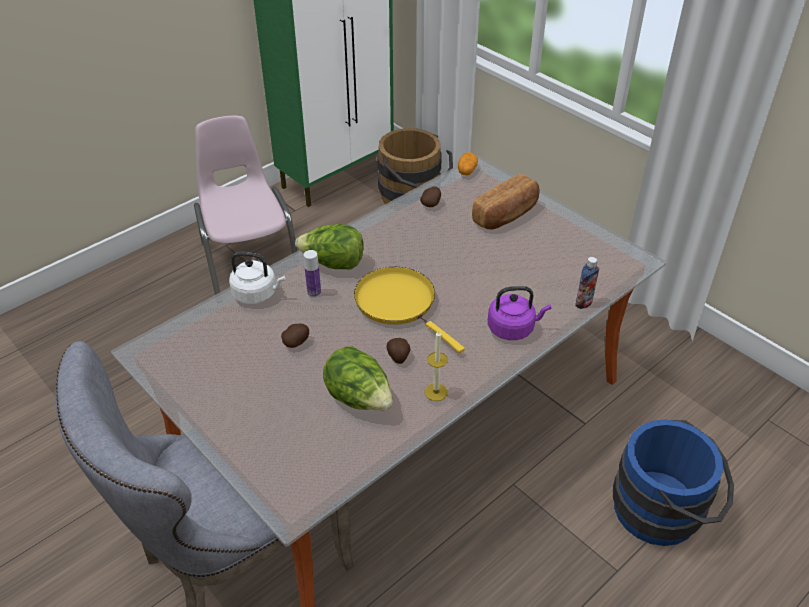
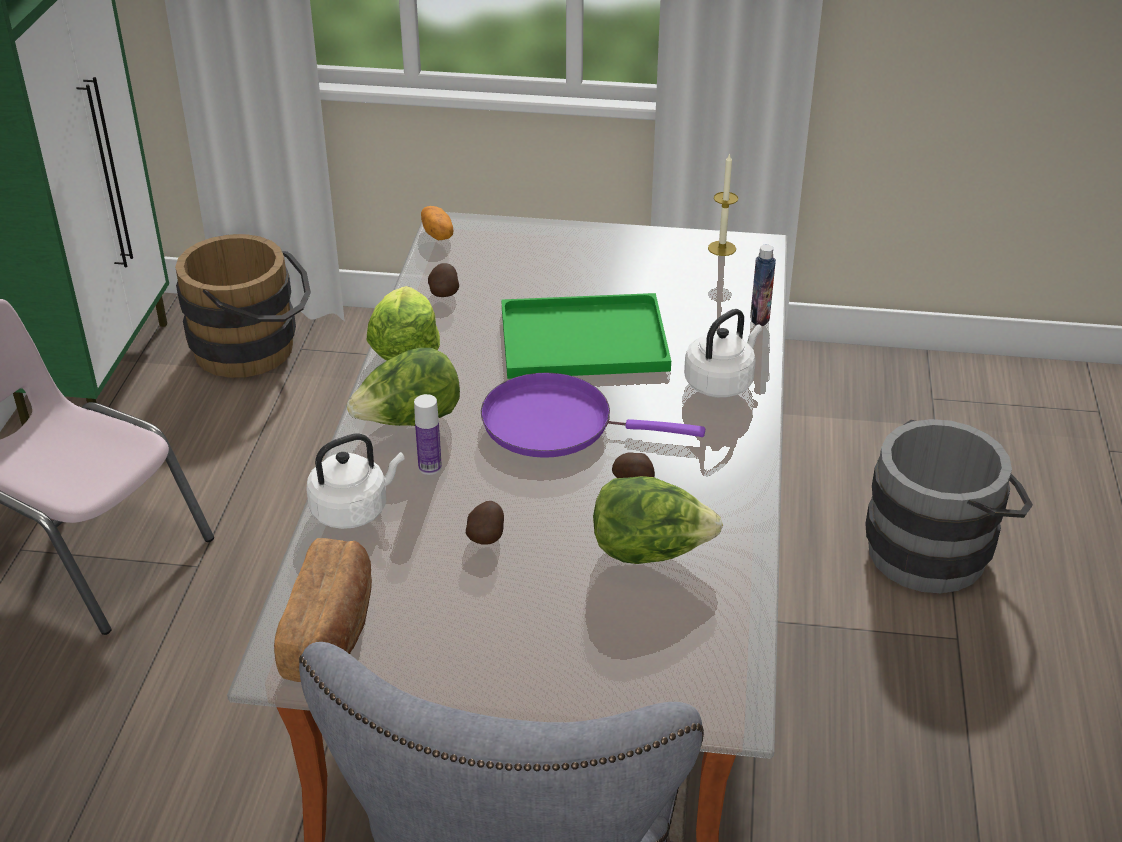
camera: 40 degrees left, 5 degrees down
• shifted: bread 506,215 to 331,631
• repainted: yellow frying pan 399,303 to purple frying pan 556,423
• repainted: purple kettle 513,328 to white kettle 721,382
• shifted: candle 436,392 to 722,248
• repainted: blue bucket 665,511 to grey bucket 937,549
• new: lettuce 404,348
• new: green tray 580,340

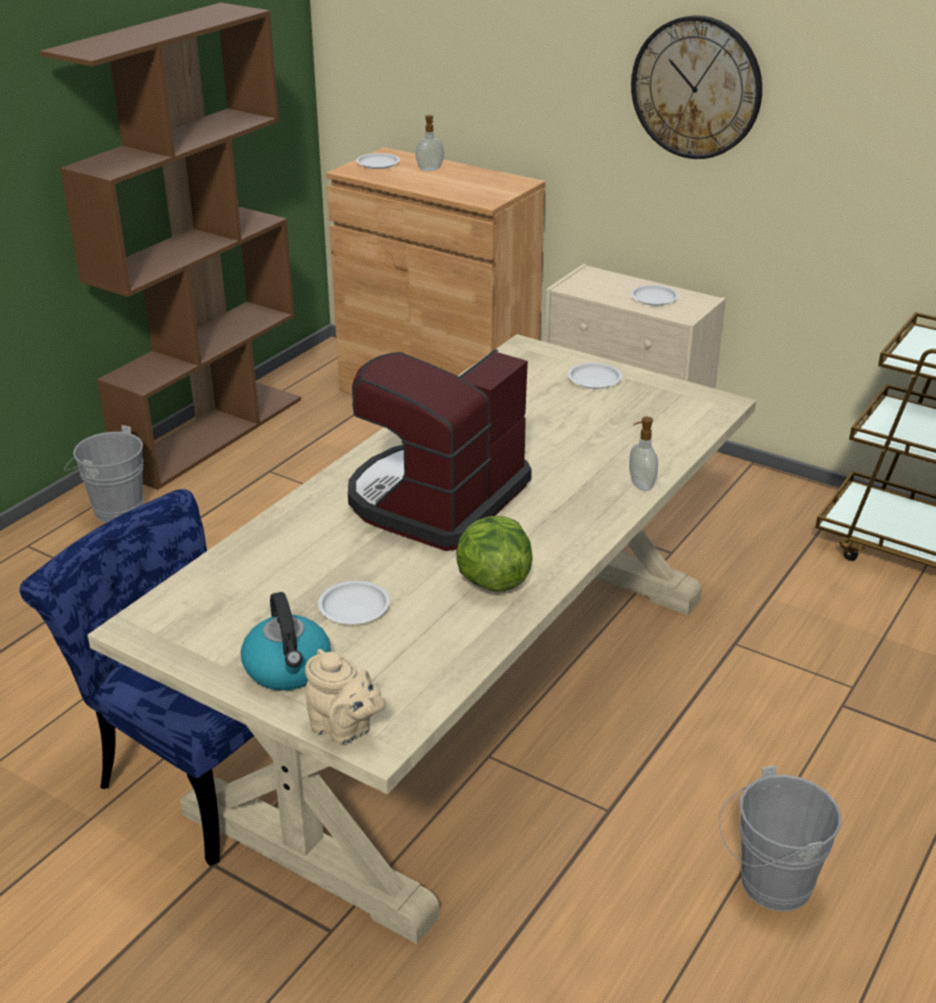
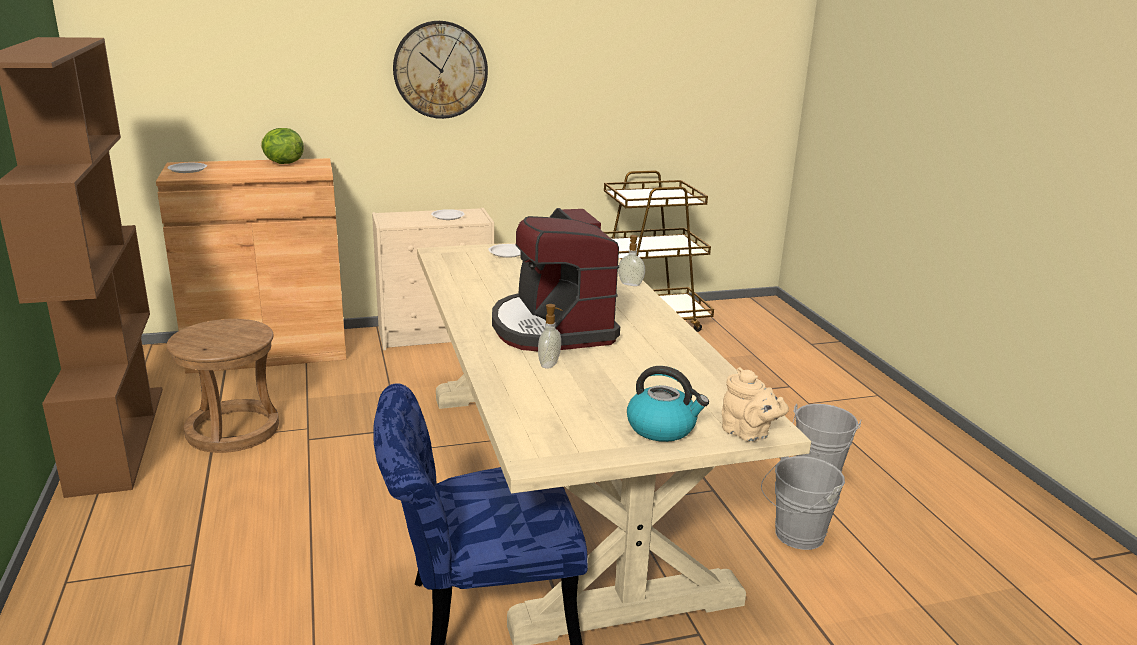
camera: 50 degrees left, 10 degrees down
• shifted: soap dispenser 430,169 to 550,364
• shifted: grey bucket 113,509 to 795,536
• shifted: lettuce 492,580 to 282,163
• gone: white plate 354,607
• rotated: beige teapot 344,729 = 748,434 60 degrees clockwise
• new: brown stool 232,430

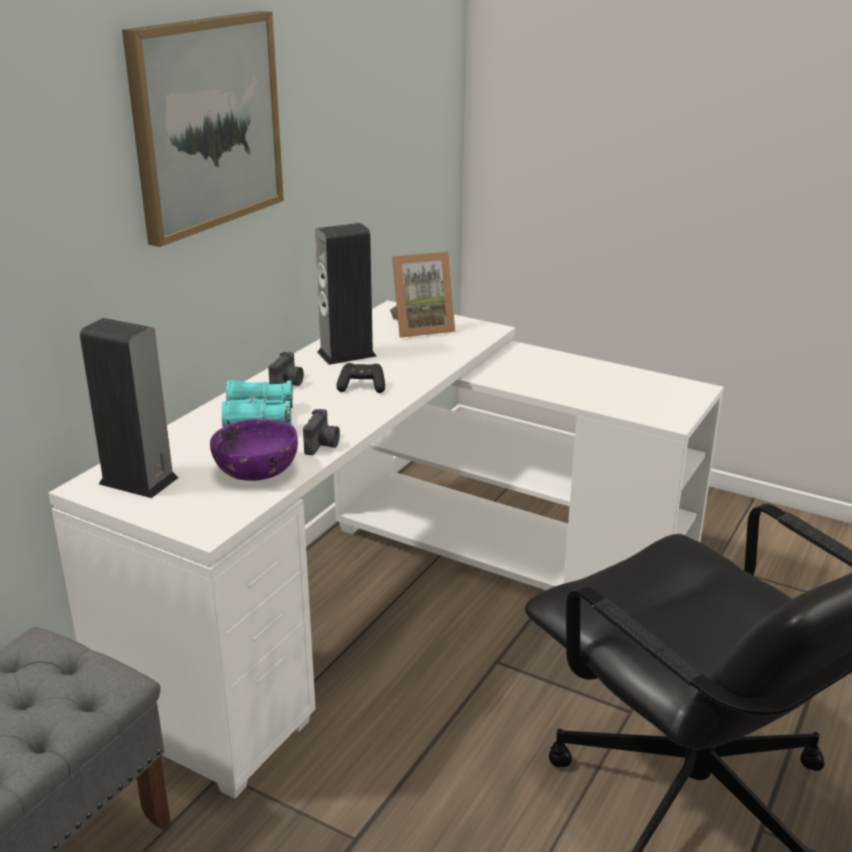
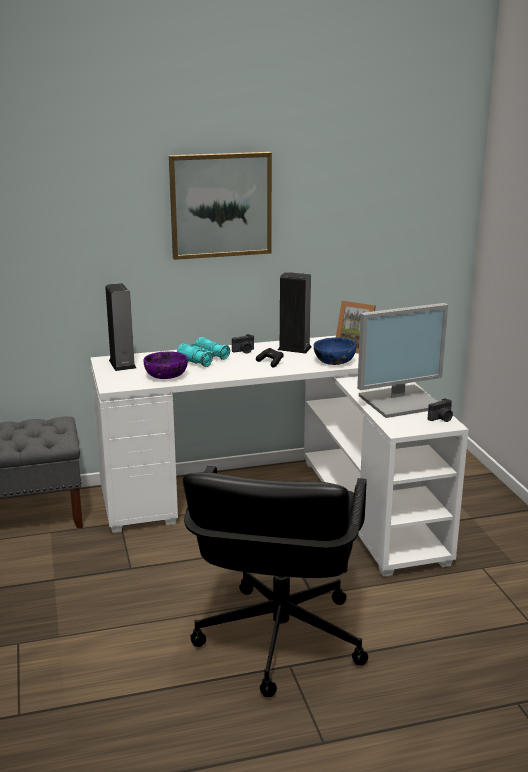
camera: 45 degrees right, 5 degrees down
• shifted: photo camera 323,445 to 441,419
• new: monitor 401,401
• new: blue bowl 333,361

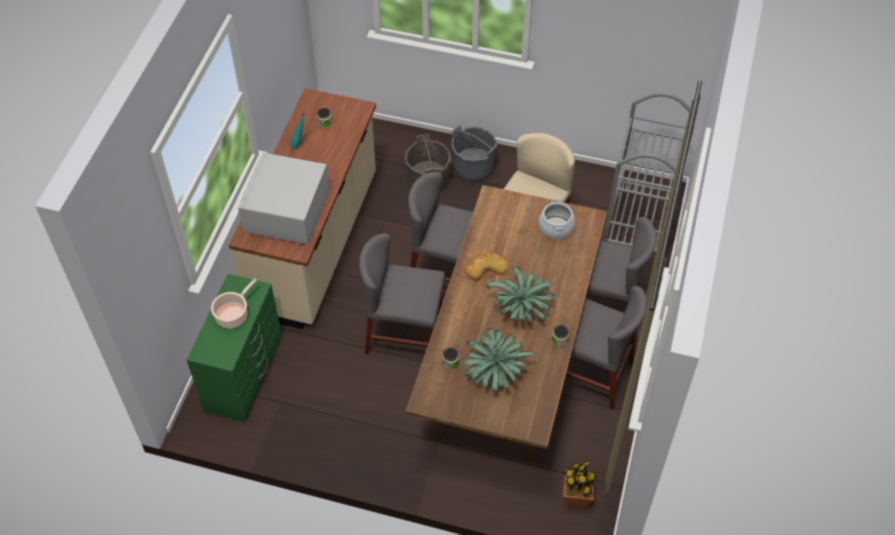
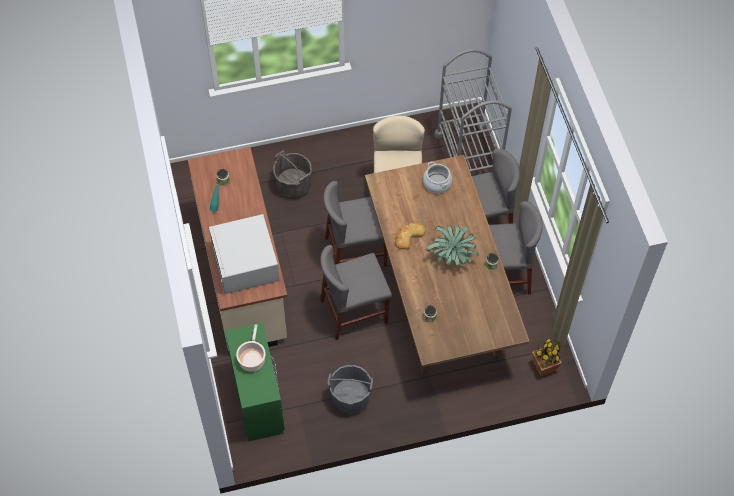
camera: 30 degrees left, 5 degrees up
• shifted: grey bucket 473,168 to 350,398
• gone: potted plant 495,373

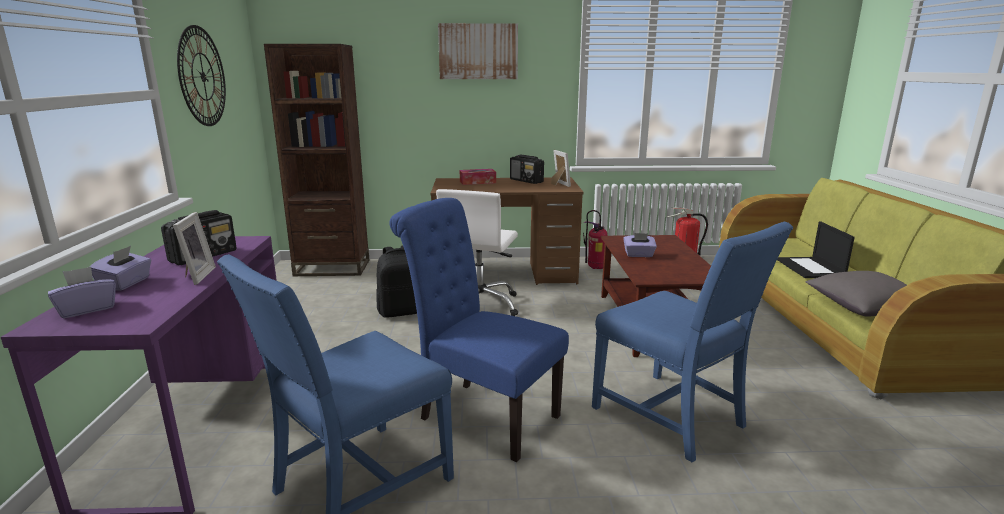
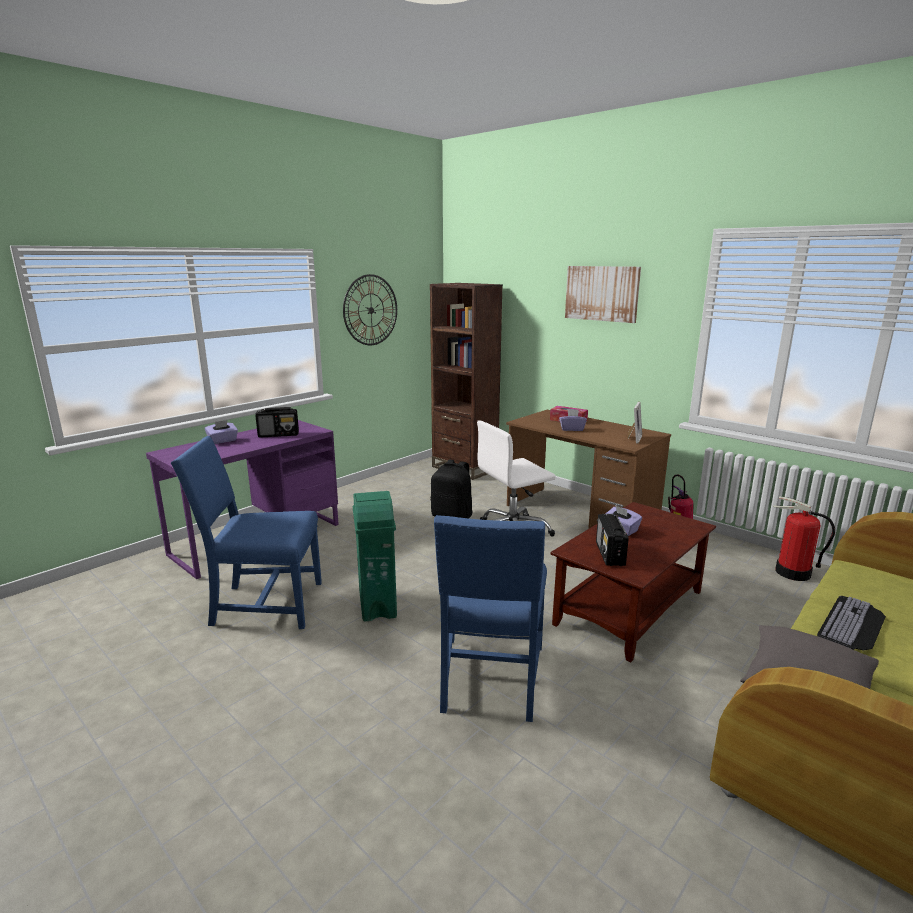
camera: 45 degrees right, 0 degrees up
• shifted: radio 526,181 to 610,554
• swapped: blue chair 482,415 to green trash can 378,605
• gone: picture frame 195,276
• swapped: laptop 810,268 to keyboard 853,625
• shifted: purple tissue box 87,309 to 572,429

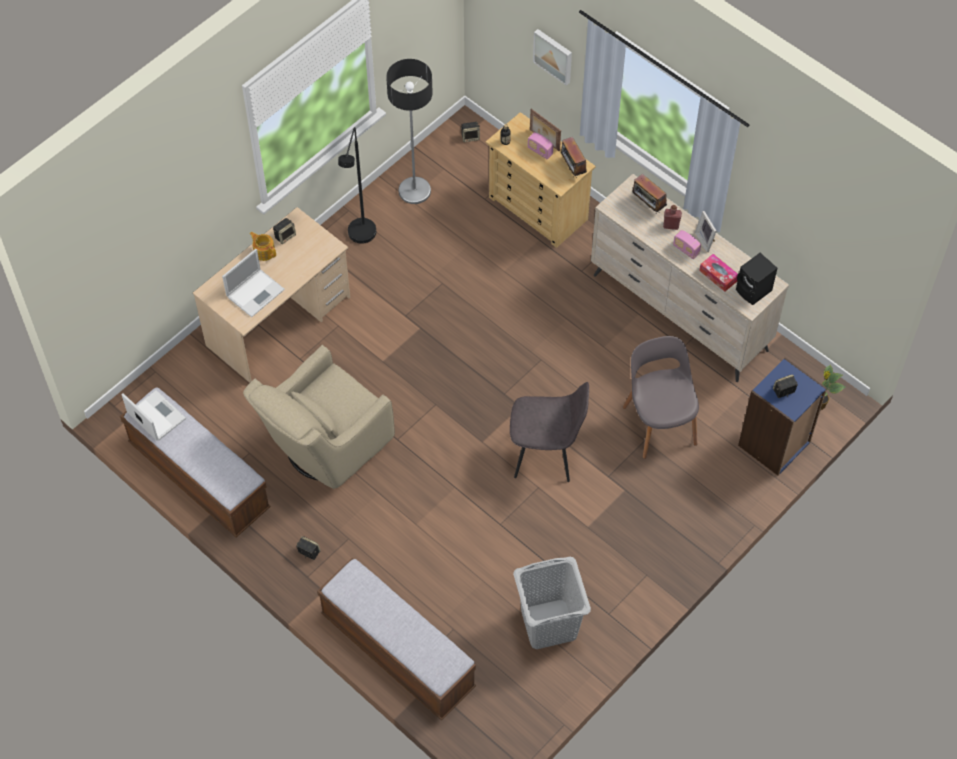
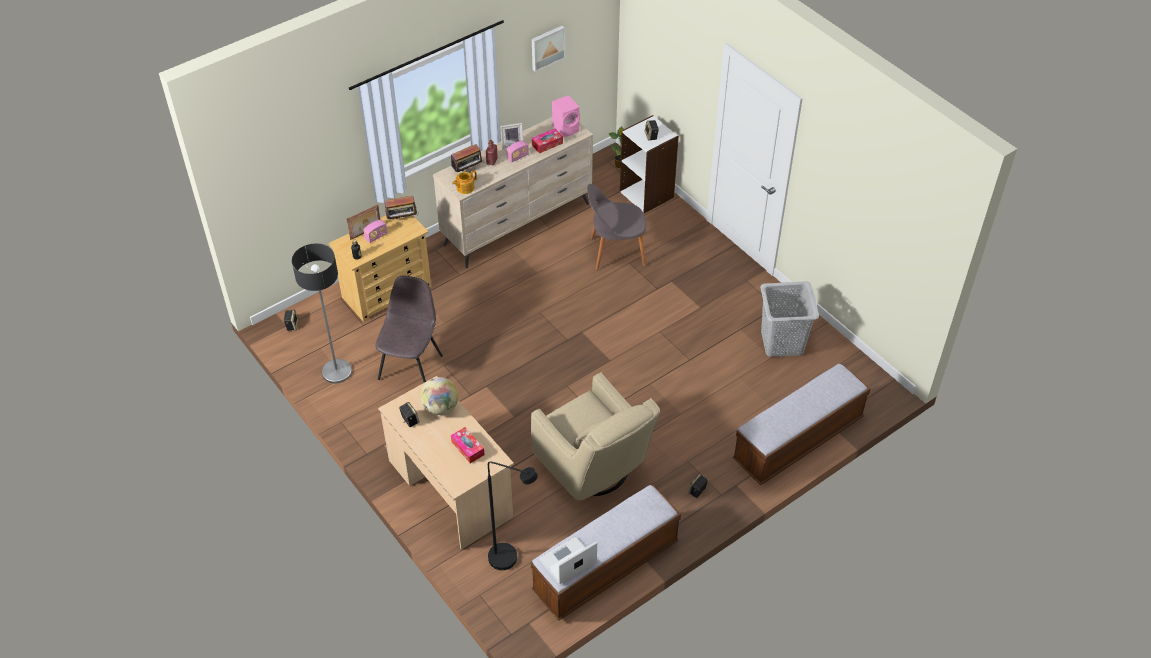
camera: 80 degrees left, 10 degrees down
• shifted: picture 554,55 to 547,47
• shifted: black floor lamp 360,238 to 510,560
• shifted: teapot 264,251 to 465,188
• swapped: laptop 256,292 to tissue box 467,448
• repainted: black speaker 754,291 to pink speaker 566,128
• repainted: blue bookcase 774,444 to white bookcase 647,194
• shifted: grey chair 546,453 to 411,366
• new: globe 440,407

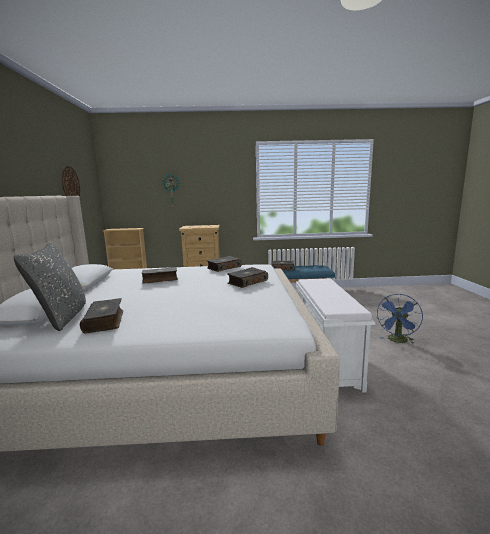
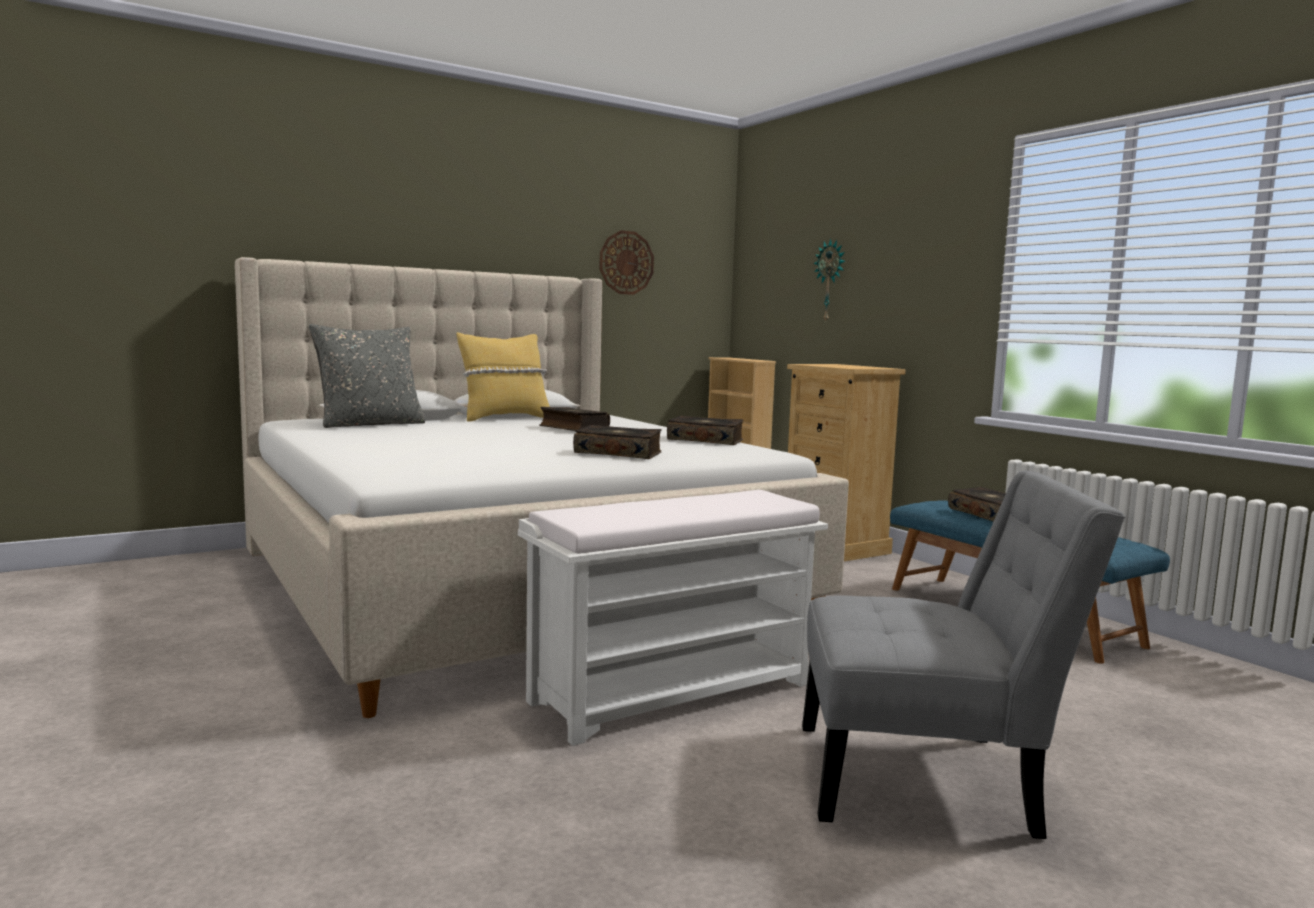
camera: 60 degrees right, 5 degrees down
• swapped: blue fan 397,341 to grey chair 927,779
• gone: book 105,321
• new: yellow pillow 504,418

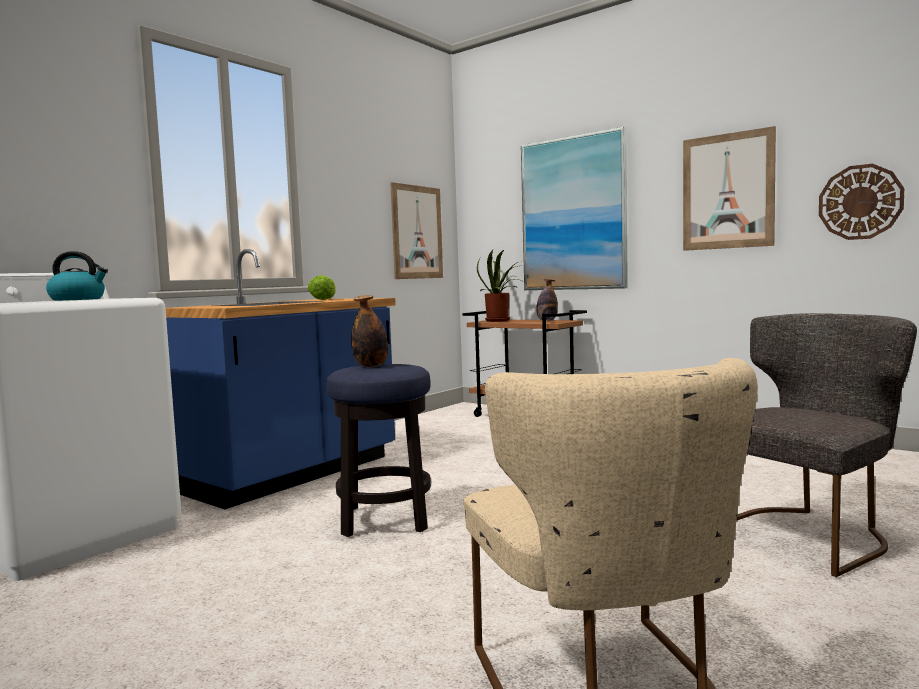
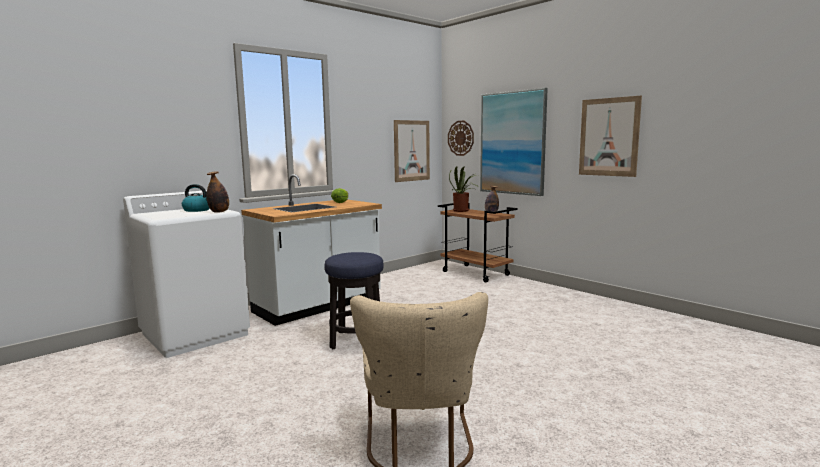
camera: 10 degrees right, 5 degrees up
• shifted: wall clock 860,202 to 461,138
• repainted: blue counter 293,474 to white counter 318,306
• shifted: bottle 371,366 to 219,212
• gone: grey chair 807,534

